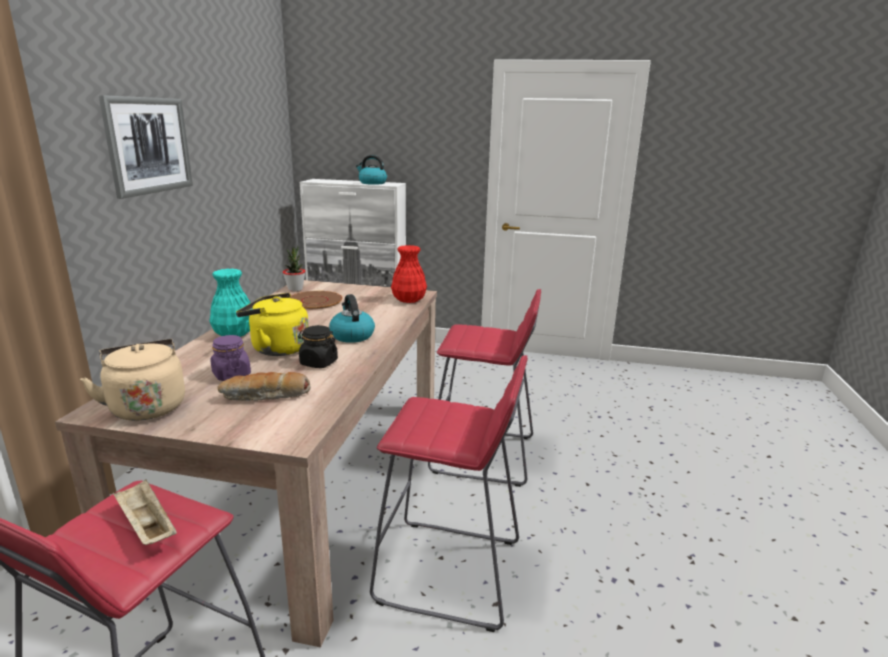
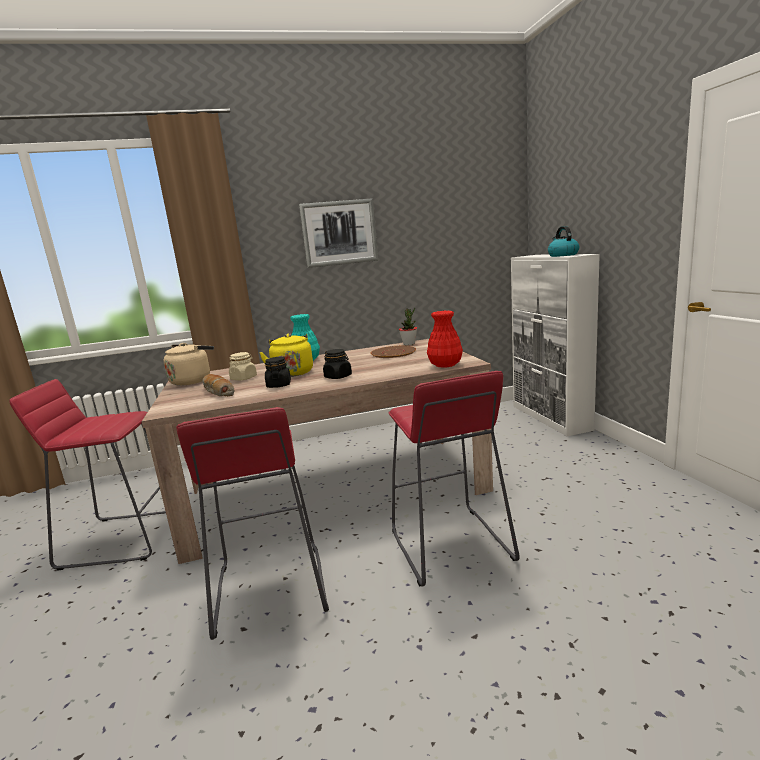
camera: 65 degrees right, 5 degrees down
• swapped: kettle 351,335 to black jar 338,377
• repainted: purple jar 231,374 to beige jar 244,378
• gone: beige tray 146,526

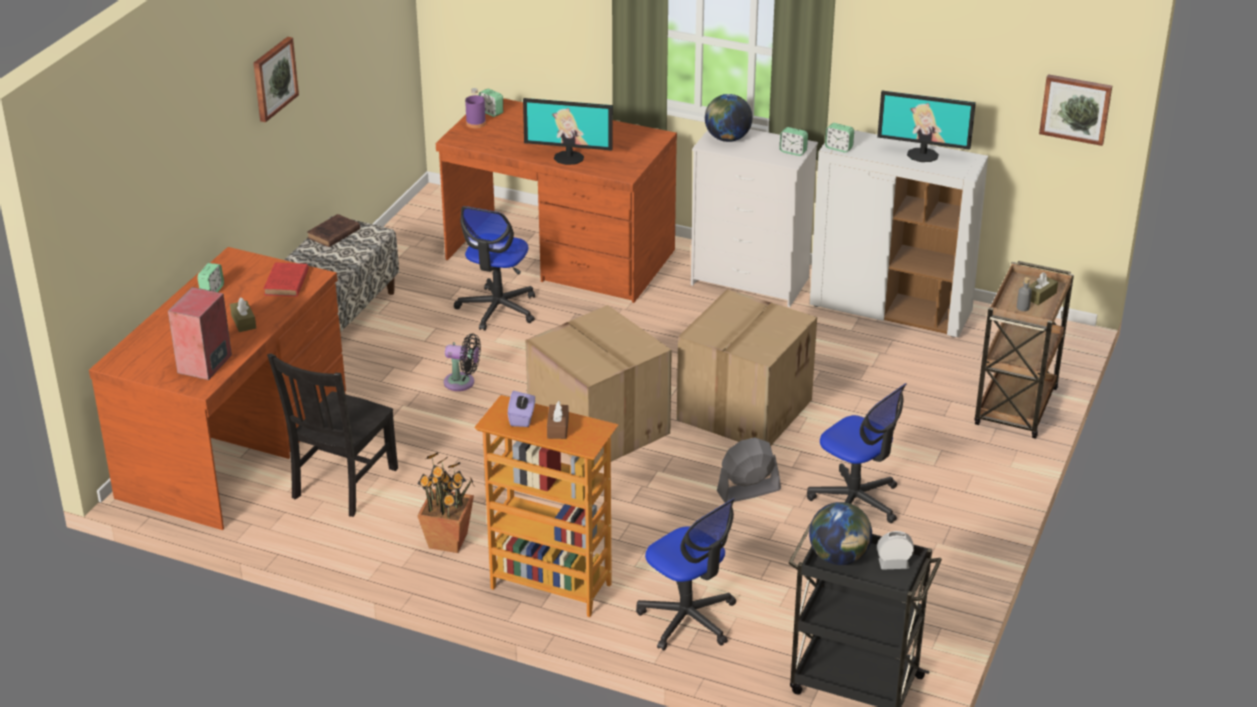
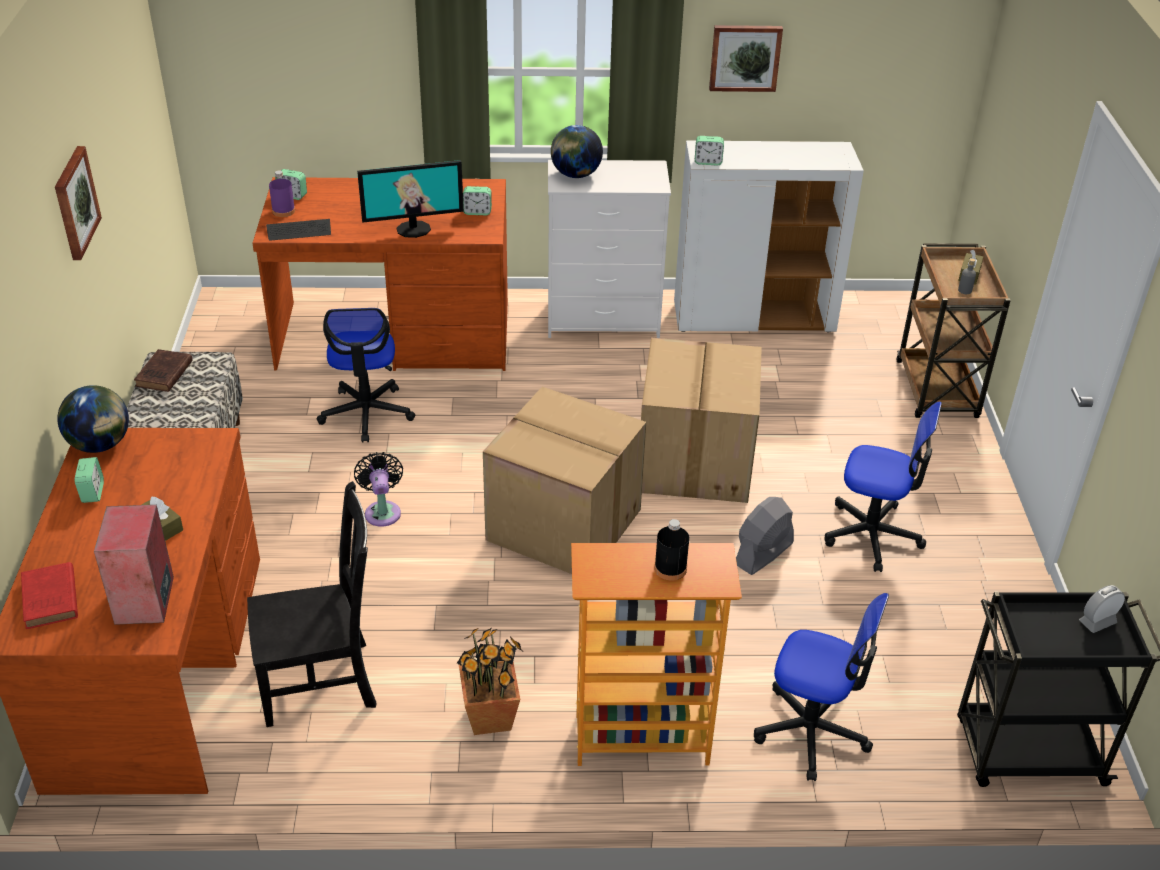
camera: 25 degrees left, 5 degrees up
• shifted: picture 1075,108 to 745,57
• gone: monitor 923,154
• shifted: alarm clock 793,151 to 477,212
• shifted: red book 286,284 to 50,600
• rotated: black fan 462,383 = 382,511 90 degrees counterclockwise
• rotated: black chair 342,485 = 322,682 105 degrees counterclockwise
• gone: purple tissue box 522,418
• swapped: brown tissue box 558,428 to black bottle 670,568
• shifted: globe 839,557 to 100,444
• new: keyboard 299,231

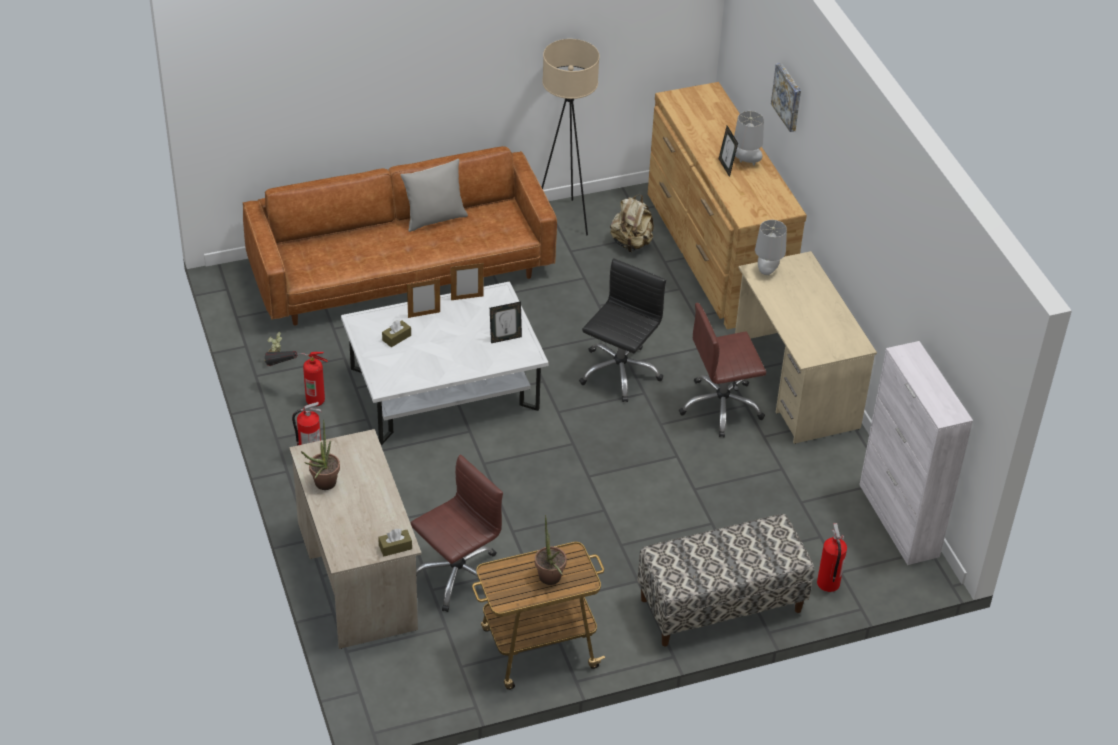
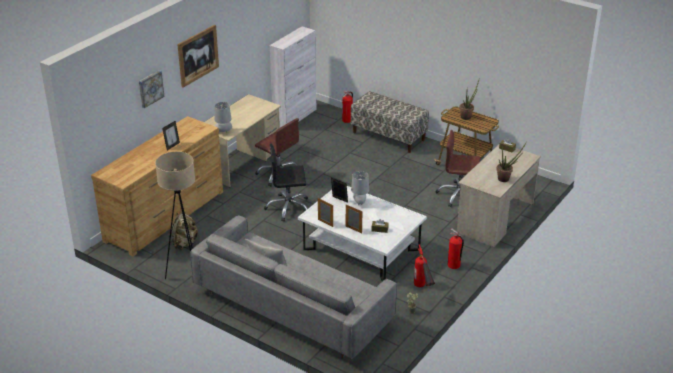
camera: 125 degrees left, 10 degrees down
• shifted: grey table lamp 745,162 to 360,203
• repainted: brown sofa 401,271 to grey sofa 293,307
• new: picture 198,55

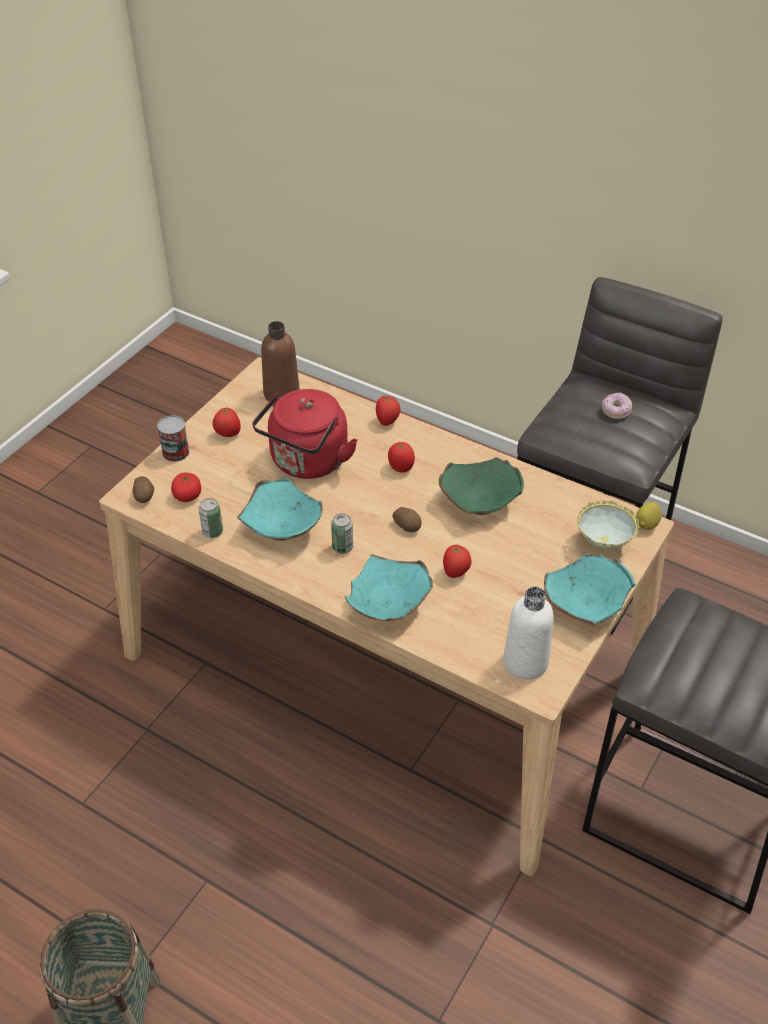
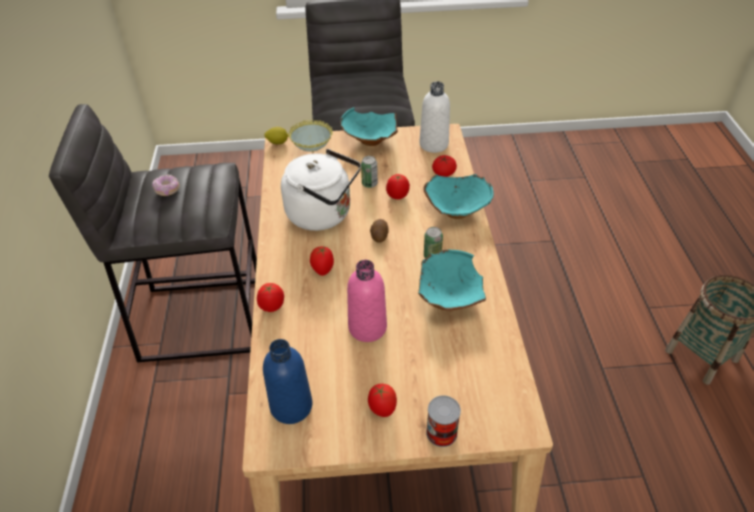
camera: 125 degrees left, 0 degrees up
• repainted: brown bottle 281,394 to blue bottle 291,406
• swapped: red kettle 307,463 to pink bottle 367,327
• swapped: green bowl 479,502 to white kettle 323,214
• shifted: tomato 187,495 to 443,173
• gone: potato 144,496
• shifted: can 212,532 to 369,184

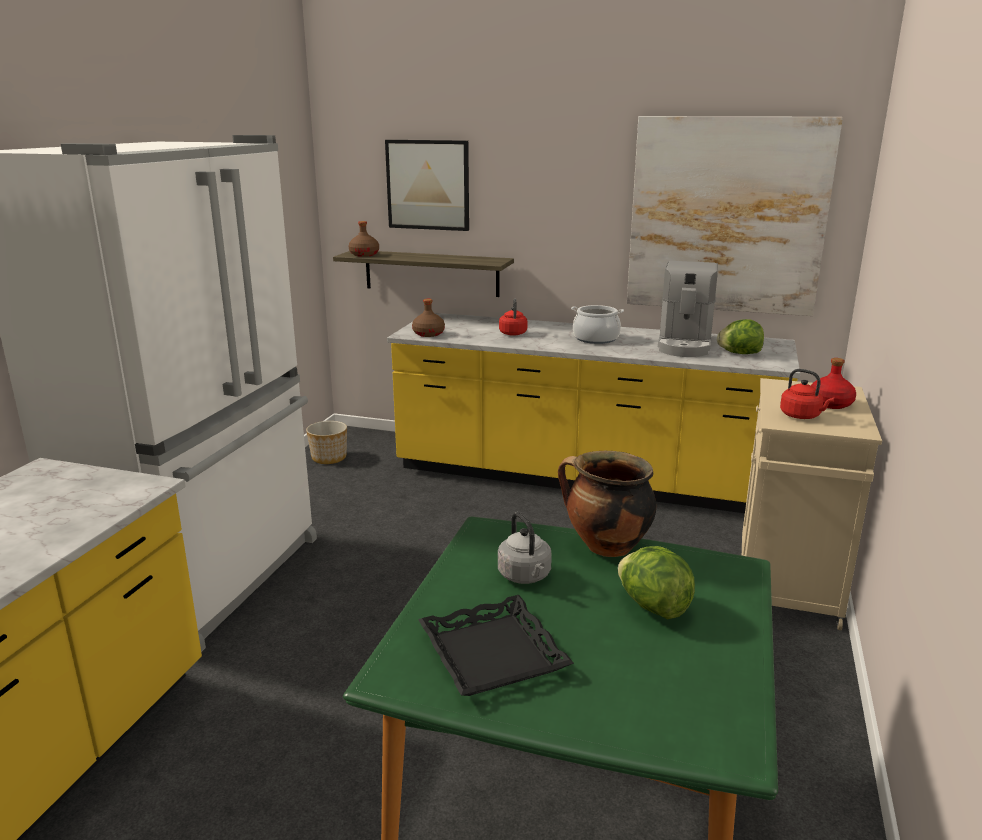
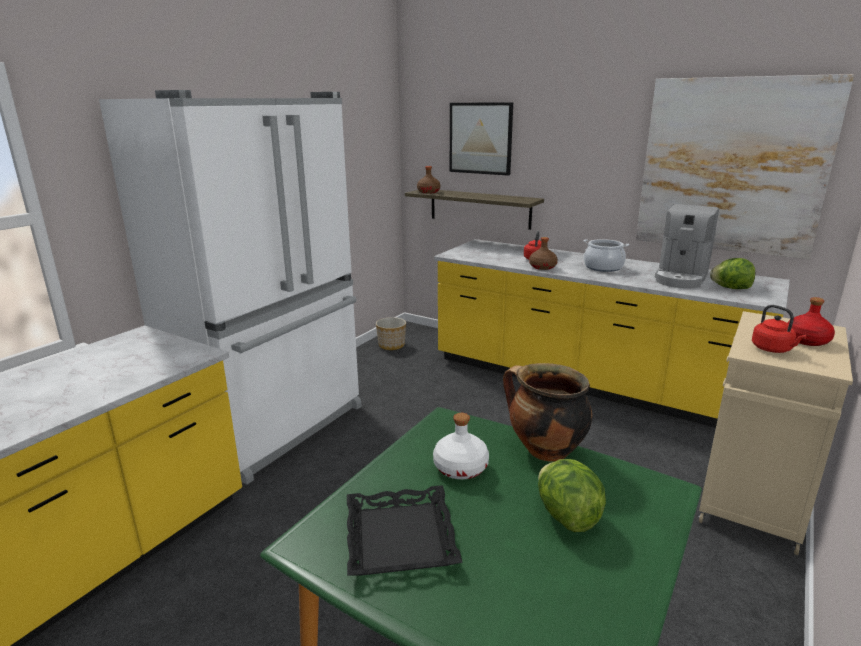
camera: 15 degrees right, 0 degrees up
• shifted: brown bottle 429,334 to 543,267
• swapped: grey kettle 525,576 to white bottle 461,468

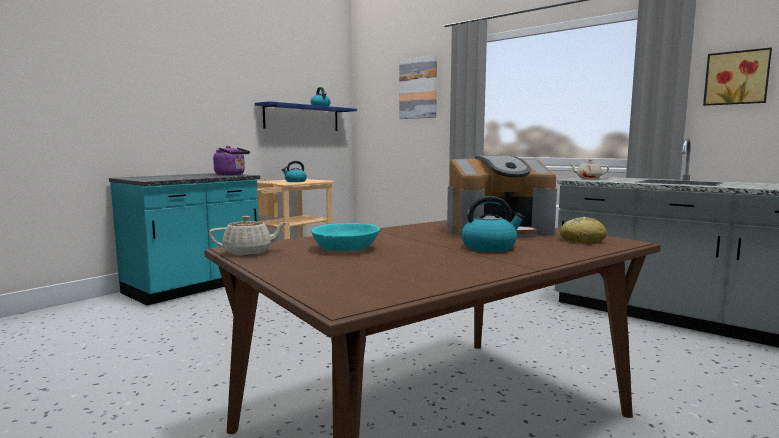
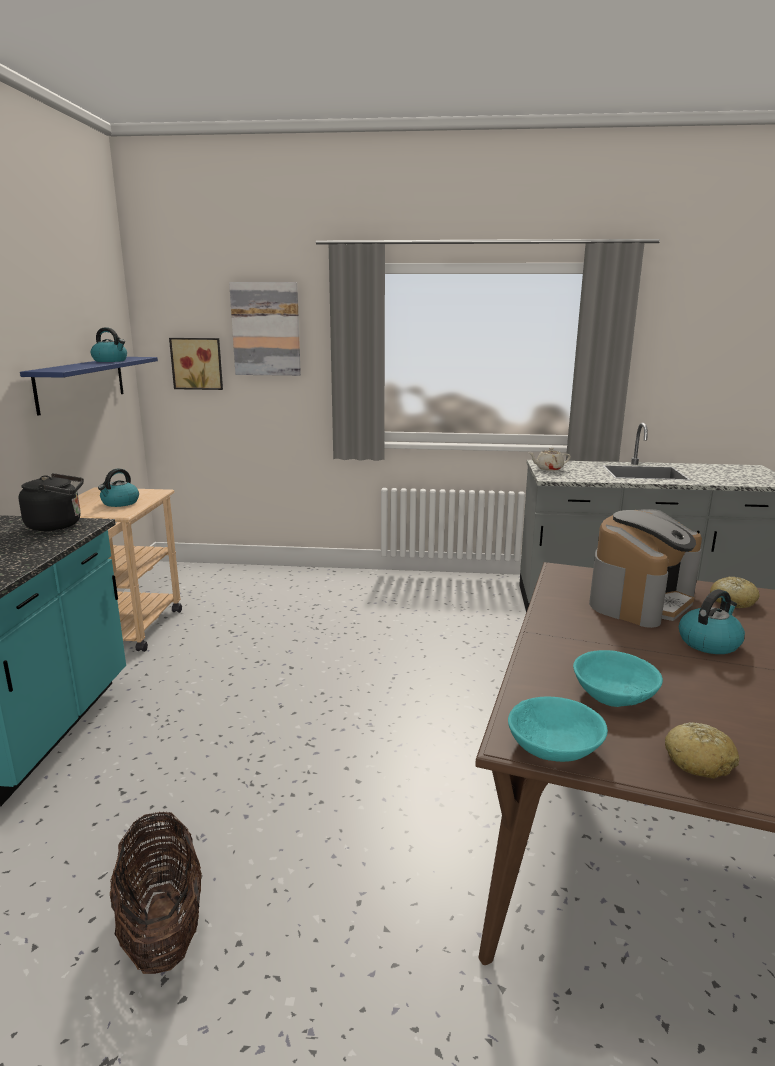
camera: 35 degrees left, 10 degrees up
• shifted: picture 736,78 to 197,363
• repainted: purple kettle 231,174 to black kettle 58,525
• swapped: beige teapot 249,252 to turquoise bowl 554,746
• new: bread 699,761
• new: basket 162,926

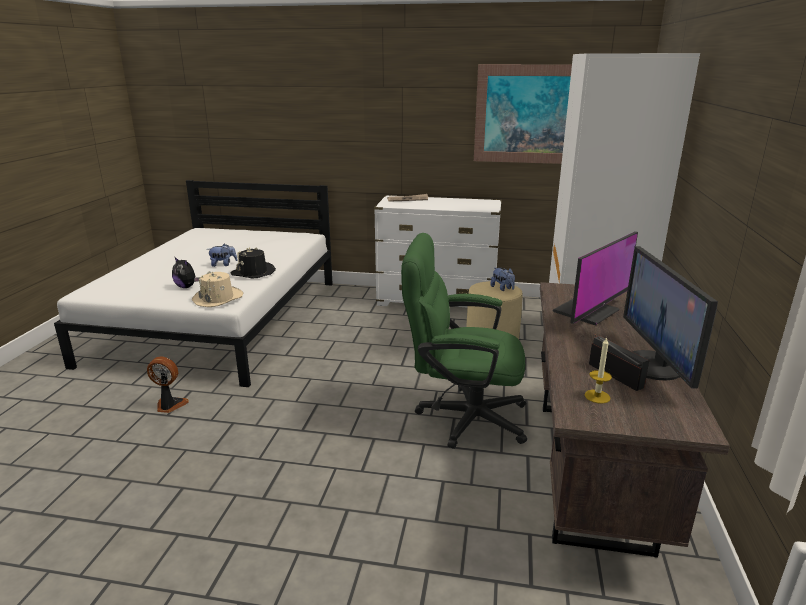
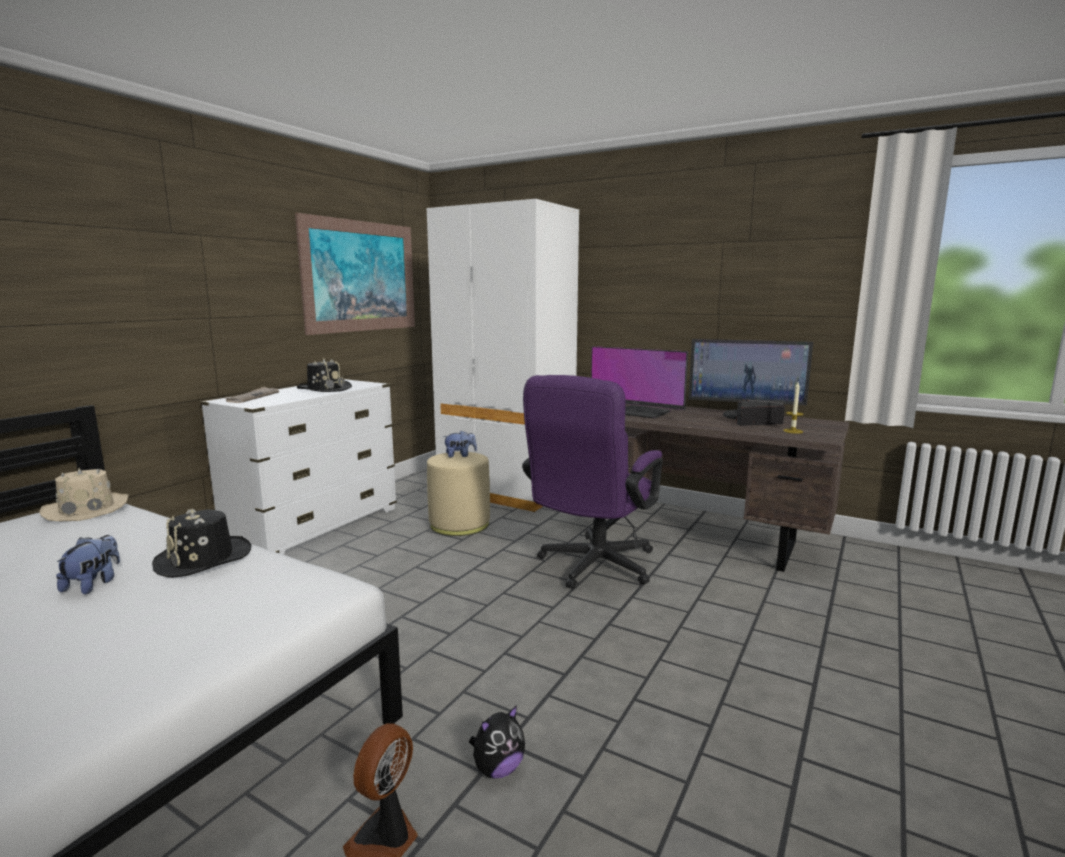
camera: 70 degrees left, 10 degrees down
• rotated: monitor 587,311 = 642,413 150 degrees clockwise
• repainted: green office chair 461,417 to purple office chair 591,568
• shifted: plush toy 187,287 to 497,769
• shifted: beige hat 218,298 to 87,509
• new: black hat 324,389

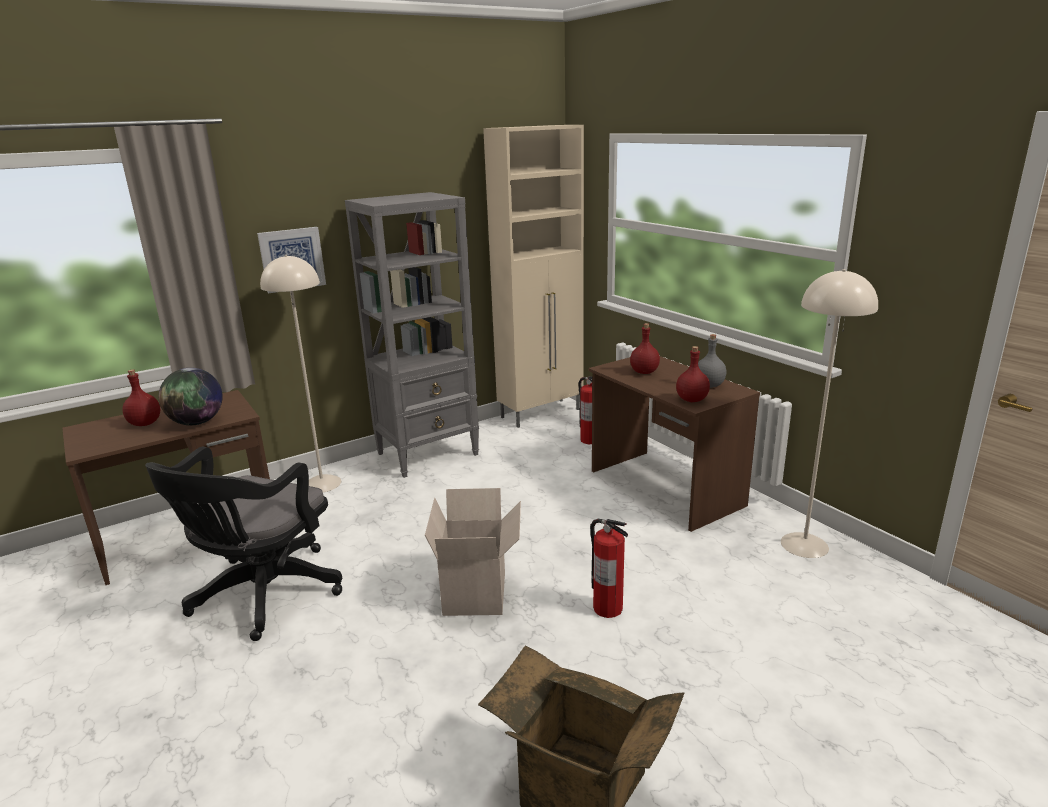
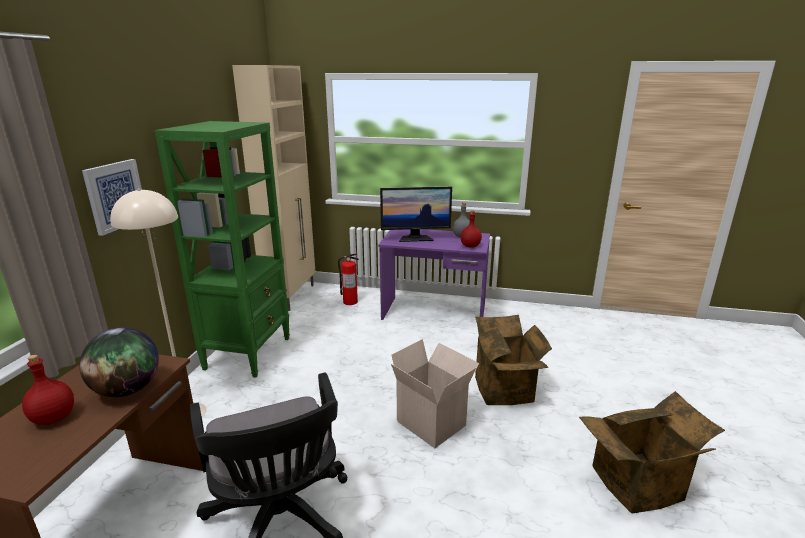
camera: 45 degrees left, 0 degrees up
• repainted: grey bookcase 429,454 to green bookcase 249,353
• gone: beige floor lamp 805,545
• swapped: red bottle 644,372 to monitor 415,238
• repainted: brown desk 664,488 to purple desk 434,313
• swapped: fire extinguisher 607,608 to cardboard box 507,389

